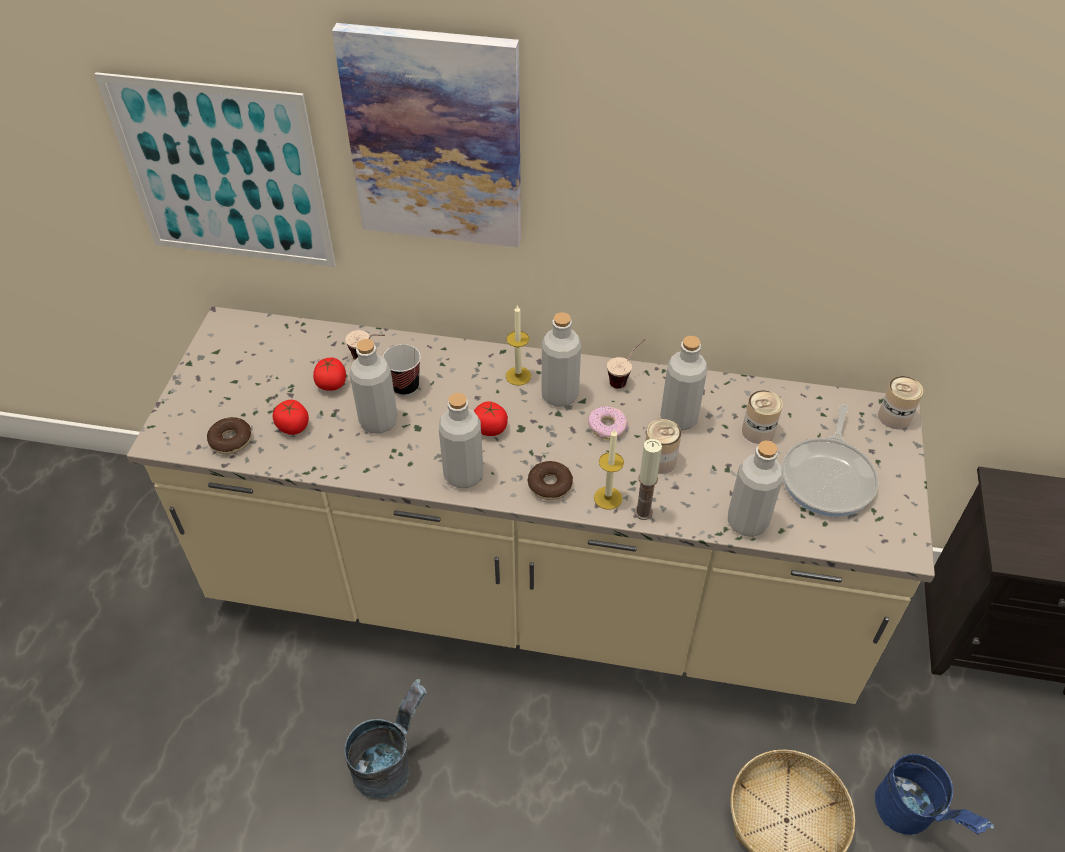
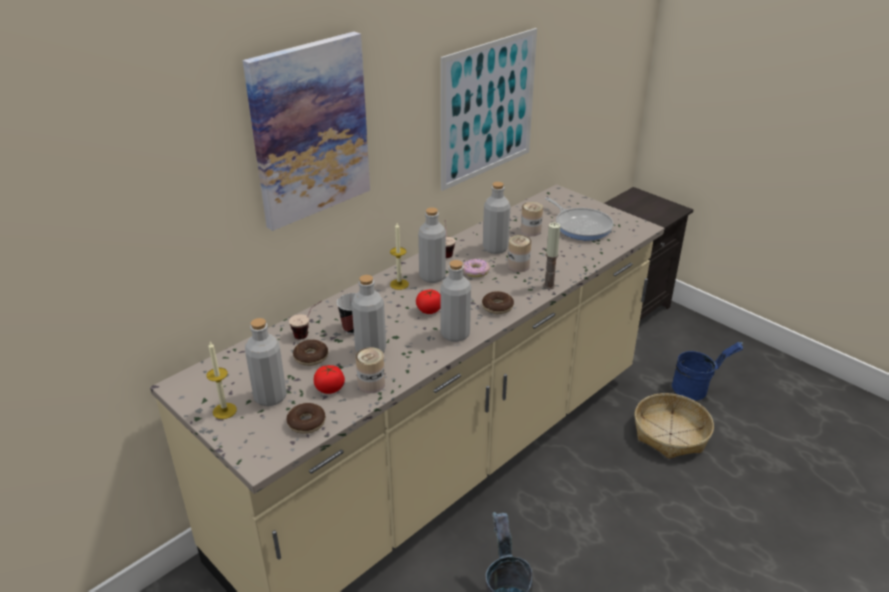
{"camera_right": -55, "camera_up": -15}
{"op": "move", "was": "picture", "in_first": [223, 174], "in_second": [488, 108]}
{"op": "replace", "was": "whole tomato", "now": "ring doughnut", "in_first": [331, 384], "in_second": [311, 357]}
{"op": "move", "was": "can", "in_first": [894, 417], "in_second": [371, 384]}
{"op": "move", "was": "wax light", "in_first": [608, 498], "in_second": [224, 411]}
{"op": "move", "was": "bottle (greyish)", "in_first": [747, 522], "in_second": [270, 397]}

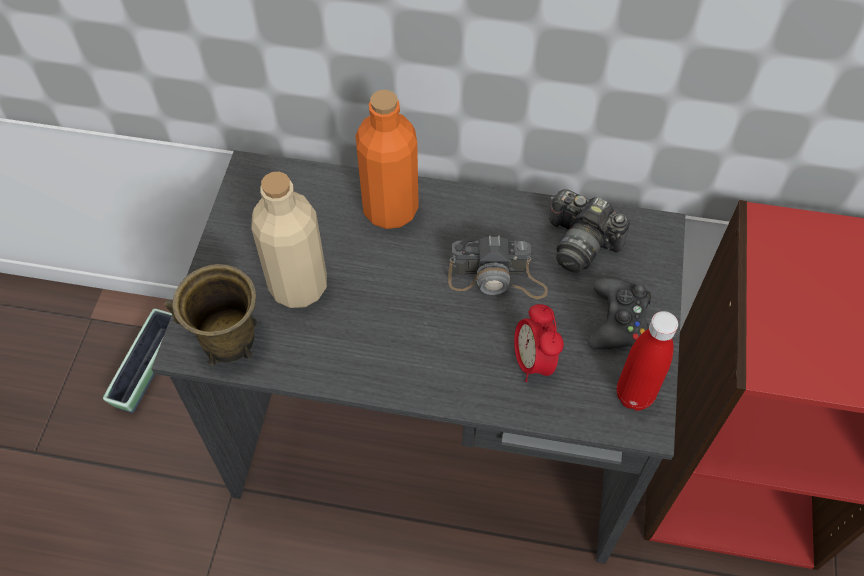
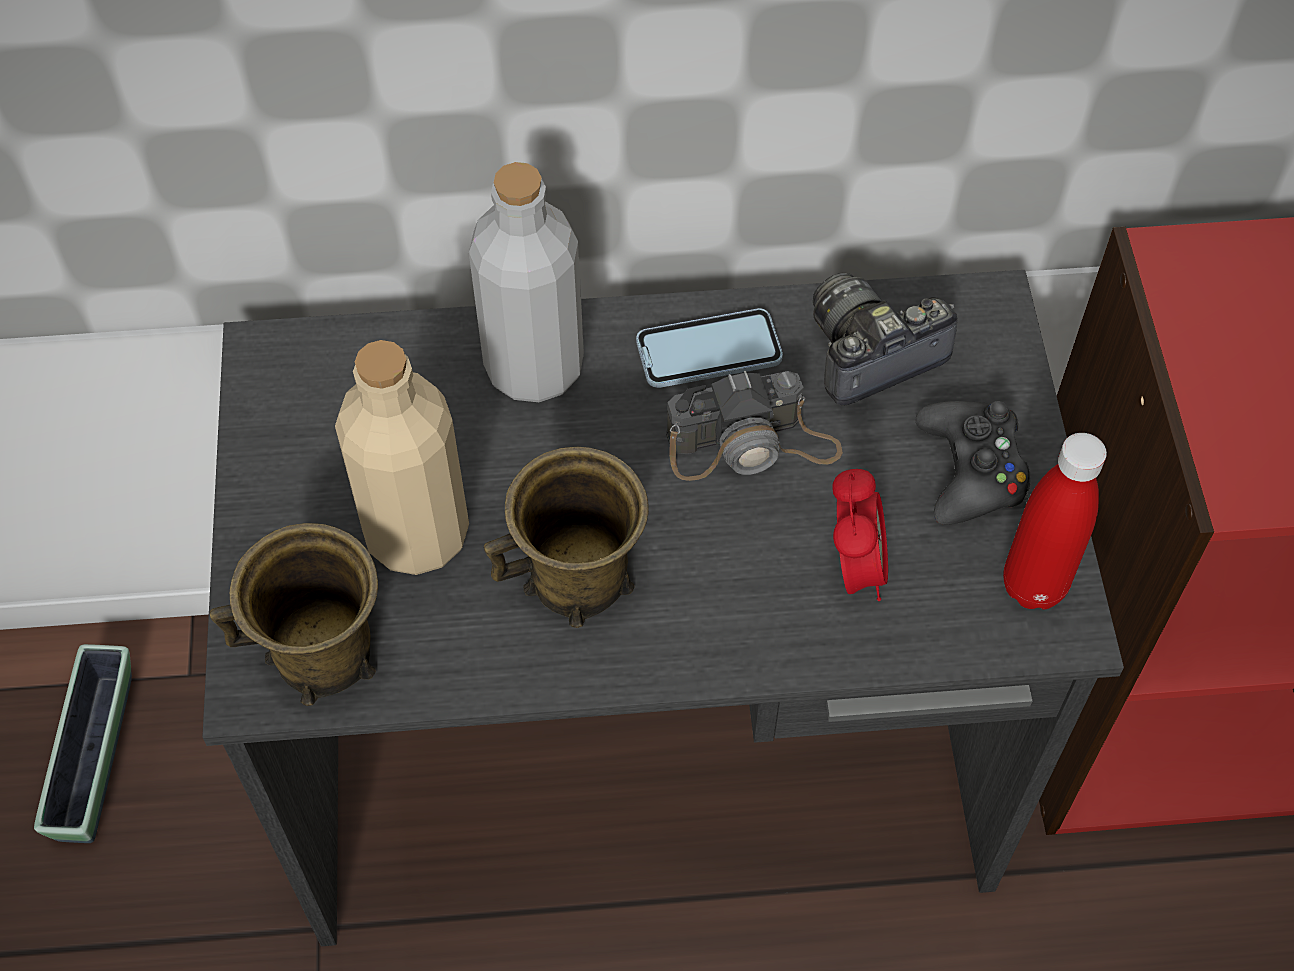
{"camera_right": -15, "camera_up": 0}
{"op": "recolor", "was": "bottle (orange-coloured)", "now": "bottle (greyish)", "in_first": [390, 209], "in_second": [534, 367]}
{"op": "rotate", "was": "still camera", "in_first": [581, 243], "in_second": [871, 354], "clockwise": 135}
{"op": "rotate", "was": "alarm clock", "in_first": [533, 361], "in_second": [854, 569], "clockwise": -150}
{"op": "insert", "now": "phone", "in_second": [709, 351]}
{"op": "insert", "now": "tea mug (brown)", "in_second": [579, 580]}

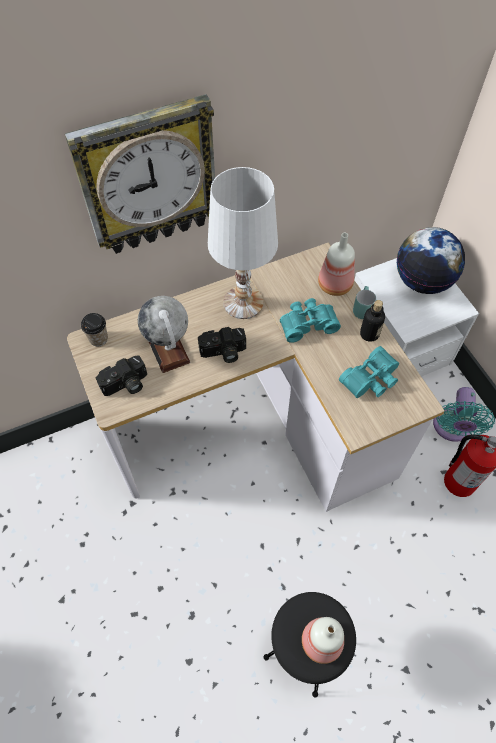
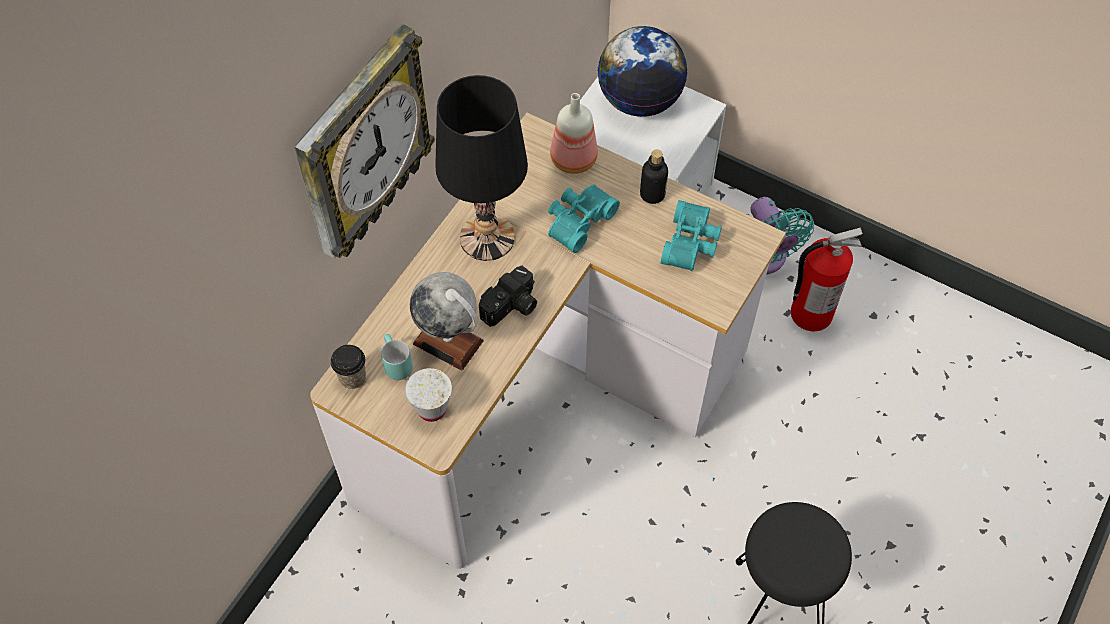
{"camera_right": -35, "camera_up": 0}
{"op": "recolor", "was": "table lamp (white)", "now": "table lamp (blackish)", "in_first": [242, 302], "in_second": [486, 238]}
{"op": "move", "was": "tea mug (blue-green)", "in_first": [361, 308], "in_second": [394, 364]}
{"op": "replace", "was": "still camera", "now": "small cup (white)", "in_first": [126, 385], "in_second": [432, 409]}
{"op": "delete", "was": "bottle", "in_first": [321, 640]}

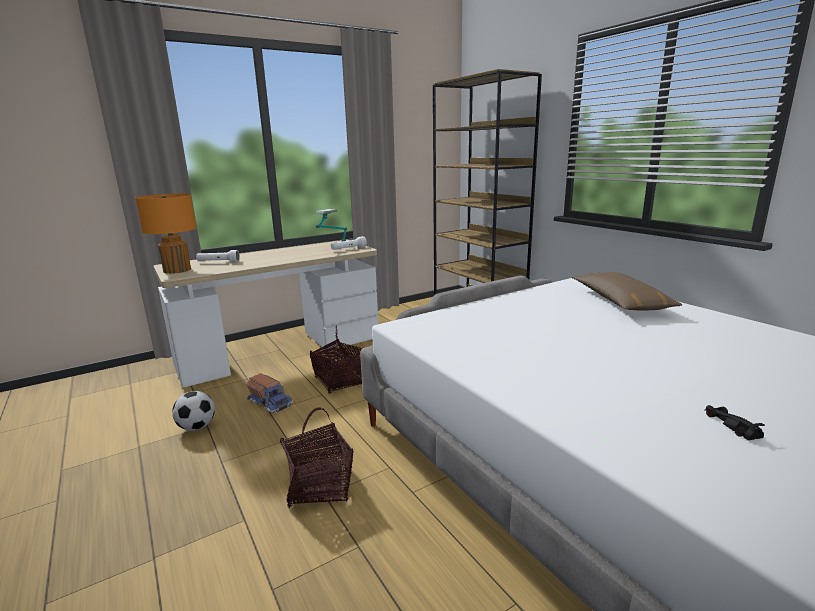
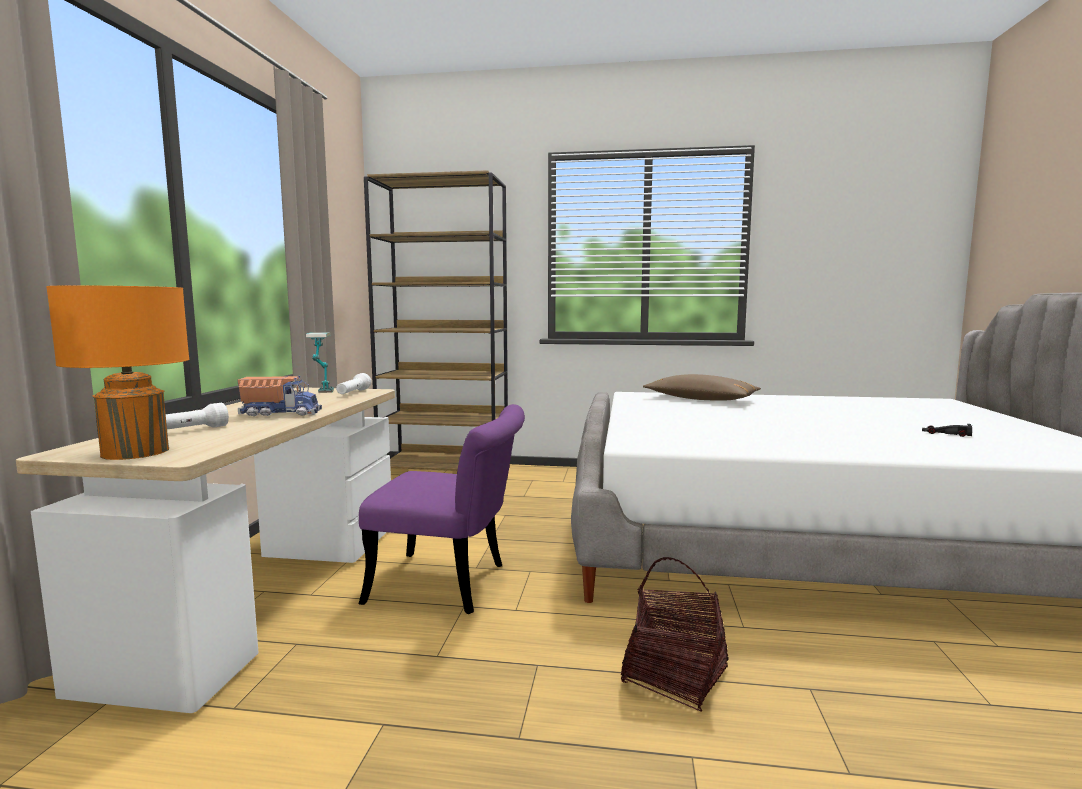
{"camera_right": -50, "camera_up": -10}
{"op": "replace", "was": "household basket", "now": "upright chair (purplish)", "in_first": [340, 381], "in_second": [452, 584]}
{"op": "move", "was": "toy truck", "in_first": [270, 402], "in_second": [280, 414]}
{"op": "delete", "was": "football", "in_first": [197, 427]}

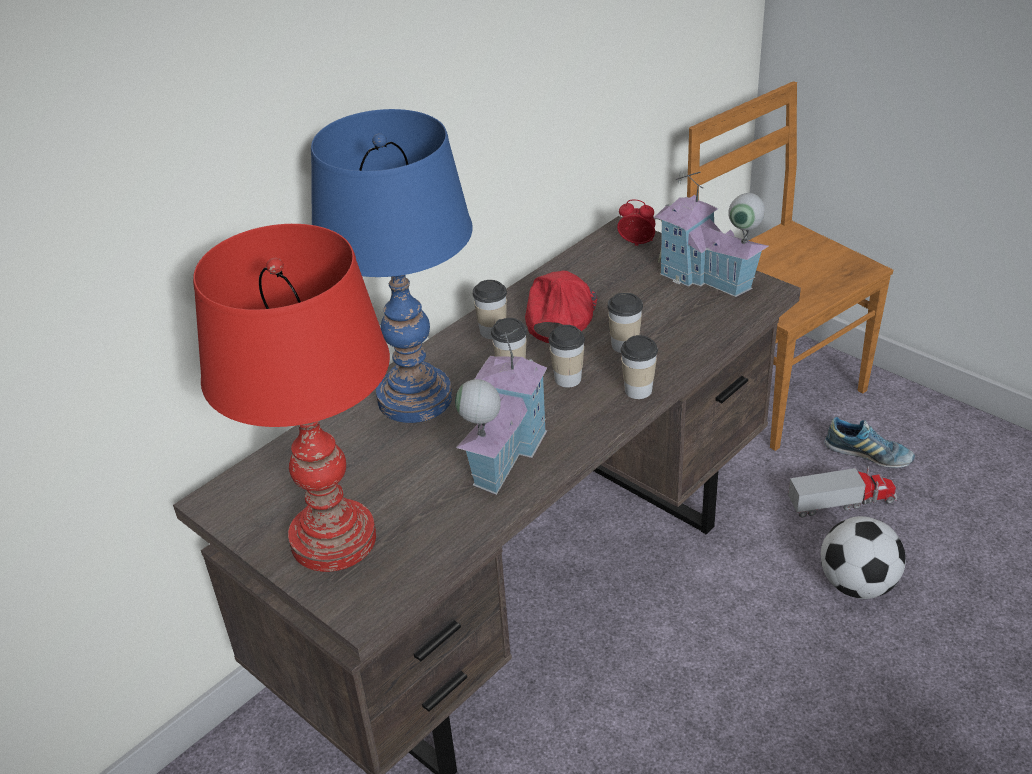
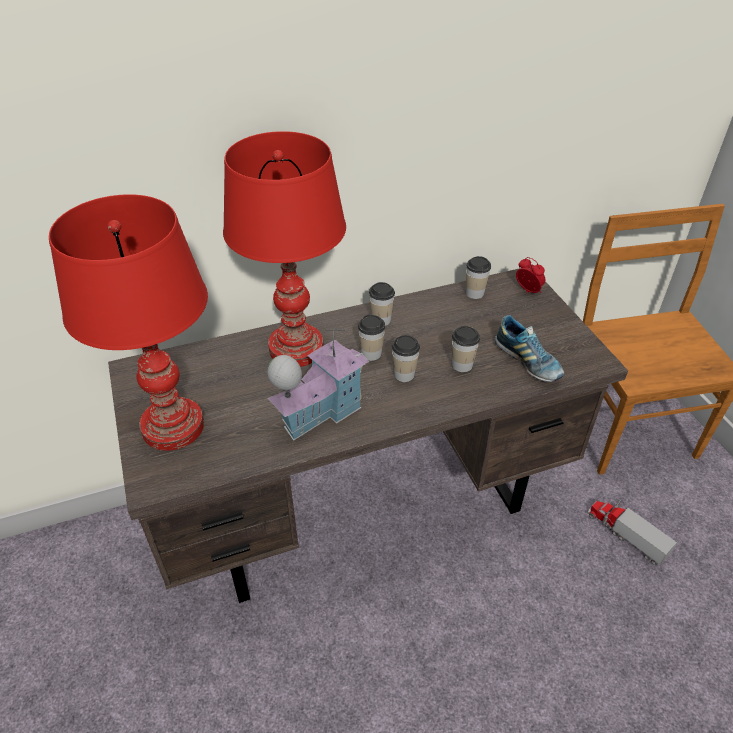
{"camera_right": 25, "camera_up": 5}
{"op": "recolor", "was": "table lamp (blue-coloured)", "now": "table lamp (red)", "in_first": [414, 398], "in_second": [296, 348]}
{"op": "delete", "was": "miniature house", "in_first": [705, 277]}
{"op": "delete", "was": "baseball cap (red)", "in_first": [560, 314]}
{"op": "move", "was": "small cup", "in_first": [638, 390], "in_second": [475, 293]}
{"op": "move", "was": "low shoe", "in_first": [868, 455], "in_second": [527, 361]}
{"op": "rotate", "was": "toy truck", "in_first": [842, 502], "in_second": [625, 535], "clockwise": -150}
{"op": "delete", "was": "football", "in_first": [857, 584]}

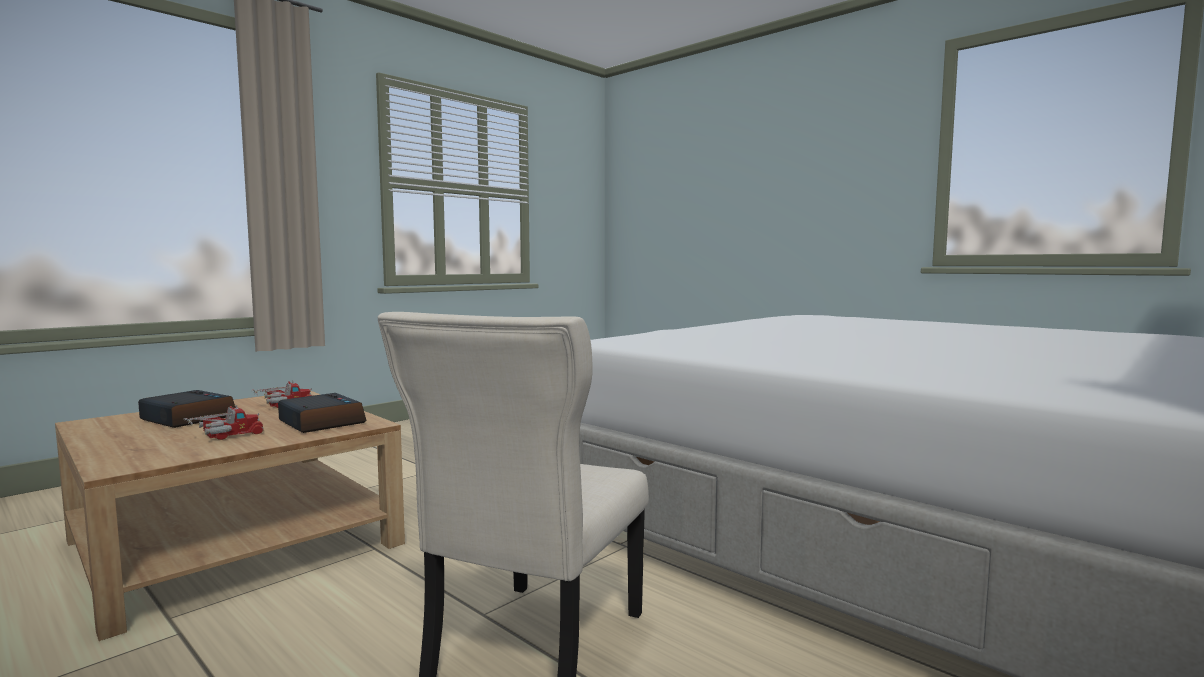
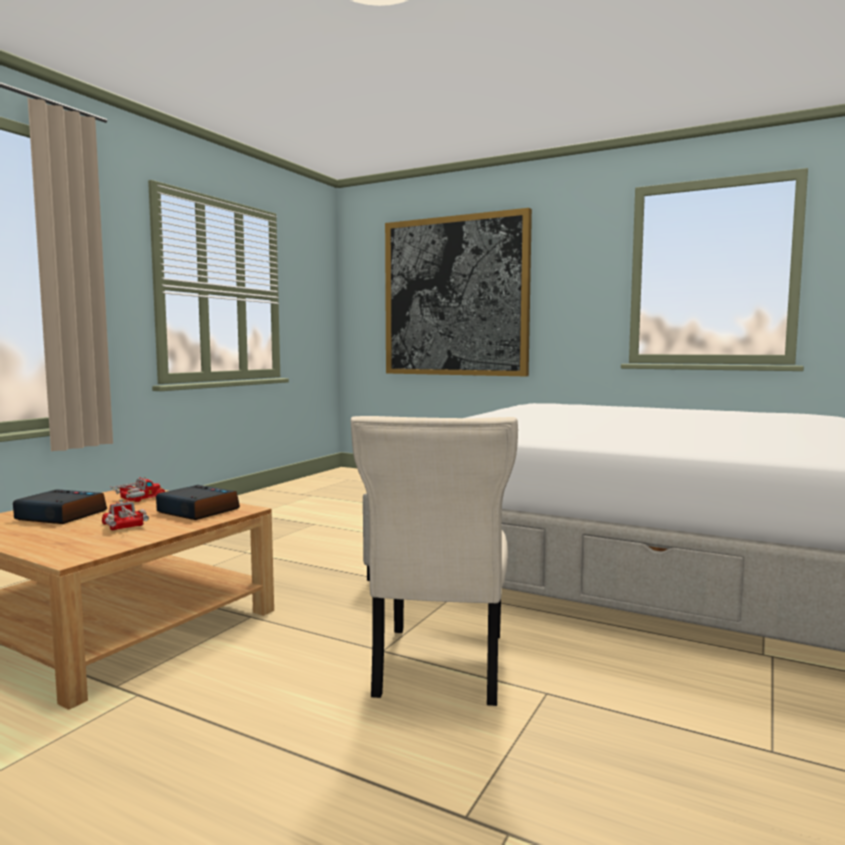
{"camera_right": -15, "camera_up": 0}
{"op": "rotate", "was": "toy truck", "in_first": [224, 435], "in_second": [125, 527], "clockwise": -75}
{"op": "insert", "now": "picture", "in_second": [455, 297]}

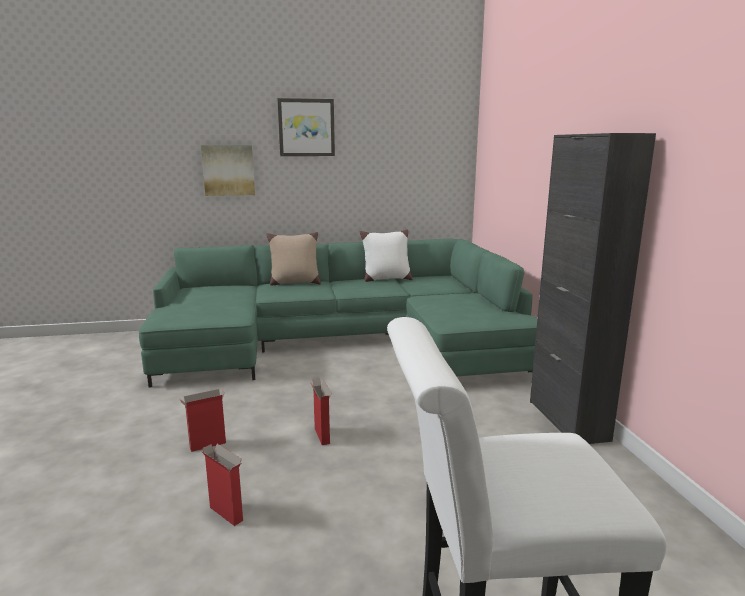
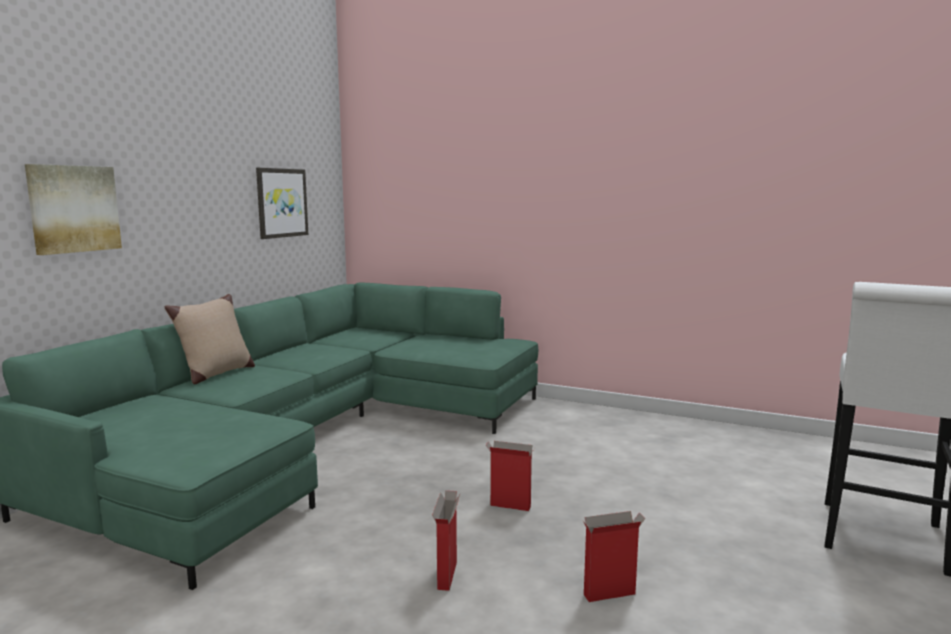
{"camera_right": -55, "camera_up": -5}
{"op": "move", "was": "picture", "in_first": [306, 127], "in_second": [281, 203]}
{"op": "delete", "was": "cabinet (blackish)", "in_first": [568, 420]}
{"op": "delete", "was": "cushion (white)", "in_first": [386, 279]}

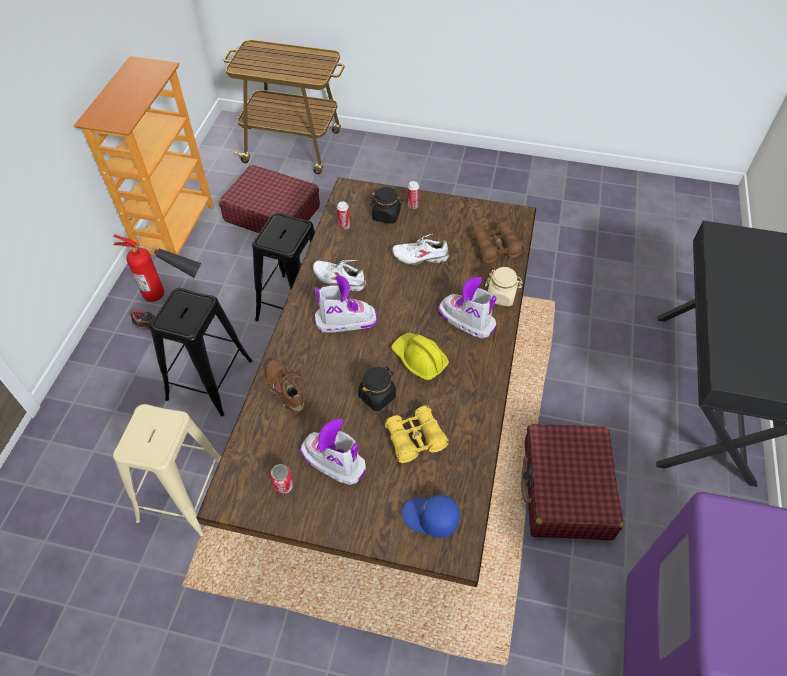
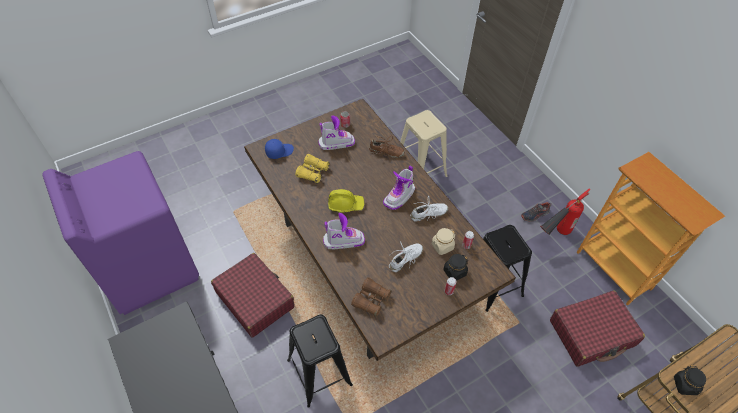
{"camera_right": 135, "camera_up": 0}
{"op": "move", "was": "preserve jar (beige-coloured)", "in_first": [501, 296], "in_second": [442, 246]}
{"op": "move", "was": "stool seat (blackish)", "in_first": [209, 379], "in_second": [319, 372]}
{"op": "move", "was": "preserve jar (blackish)", "in_first": [377, 396], "in_second": [685, 385]}

